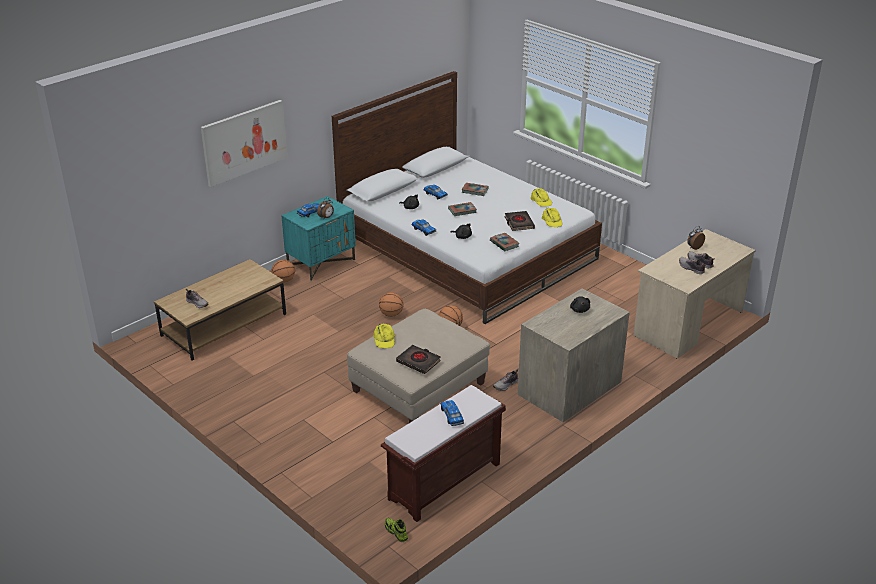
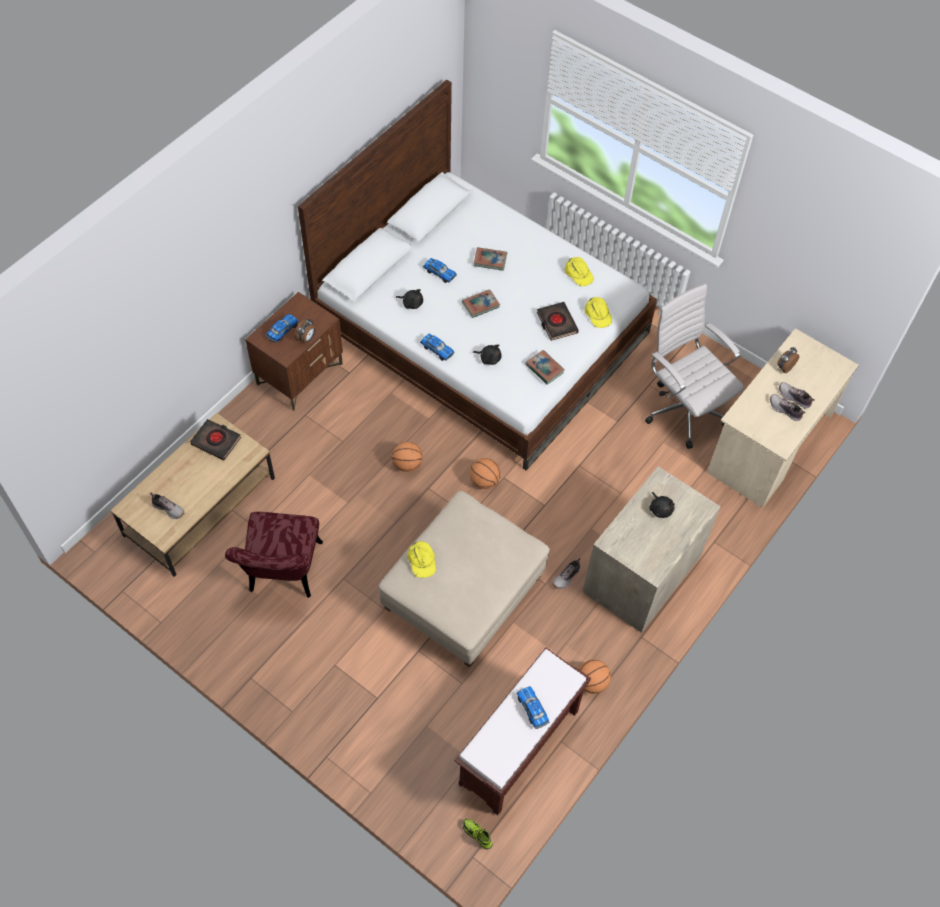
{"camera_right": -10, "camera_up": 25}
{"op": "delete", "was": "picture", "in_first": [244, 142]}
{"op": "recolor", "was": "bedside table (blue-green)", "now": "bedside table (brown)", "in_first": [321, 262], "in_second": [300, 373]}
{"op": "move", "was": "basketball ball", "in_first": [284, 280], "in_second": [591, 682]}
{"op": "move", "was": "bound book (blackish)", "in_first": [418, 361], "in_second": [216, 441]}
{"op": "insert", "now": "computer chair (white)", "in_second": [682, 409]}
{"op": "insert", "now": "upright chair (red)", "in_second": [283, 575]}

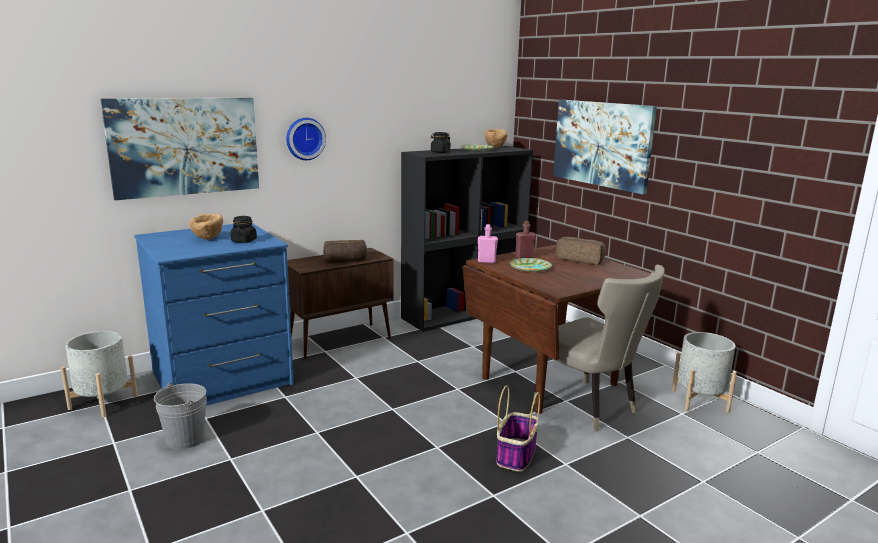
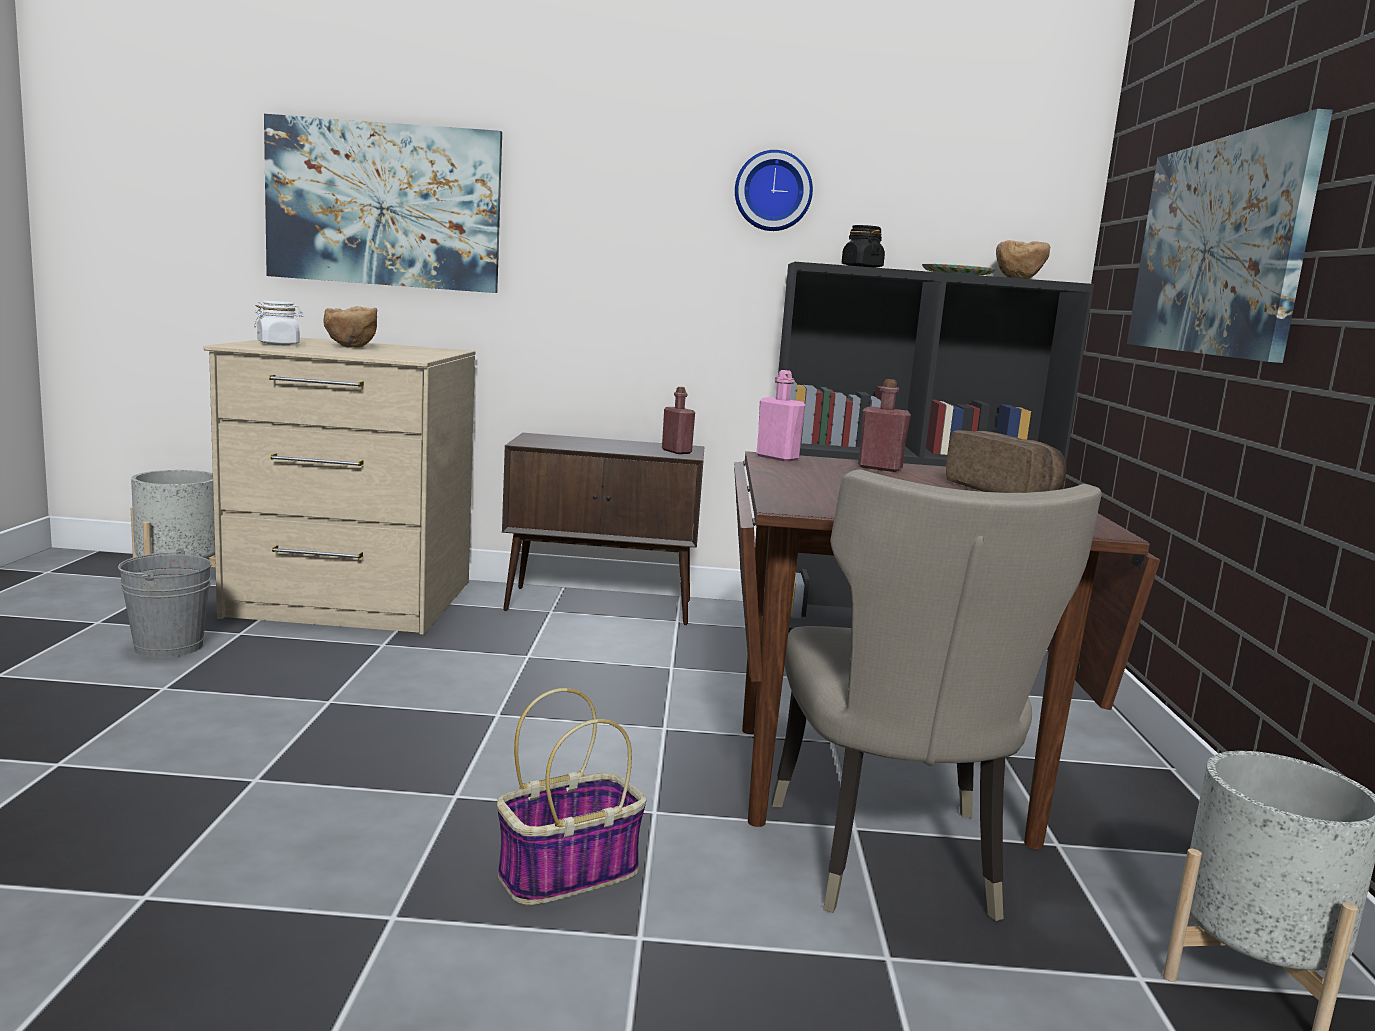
{"camera_right": 35, "camera_up": -5}
{"op": "move", "was": "hanging clock", "in_first": [304, 138], "in_second": [773, 191]}
{"op": "delete", "was": "preserve jar (blackish)", "in_first": [244, 241]}
{"op": "recolor", "was": "chest of drawers (blue-coloured)", "now": "chest of drawers (beige-coloured)", "in_first": [222, 379], "in_second": [351, 600]}
{"op": "delete", "was": "bread", "in_first": [345, 261]}
{"op": "delete", "was": "plate", "in_first": [530, 268]}
{"op": "insert", "now": "preserve jar (white)", "in_second": [278, 344]}
{"op": "insert", "now": "bottle (red)", "in_second": [676, 451]}

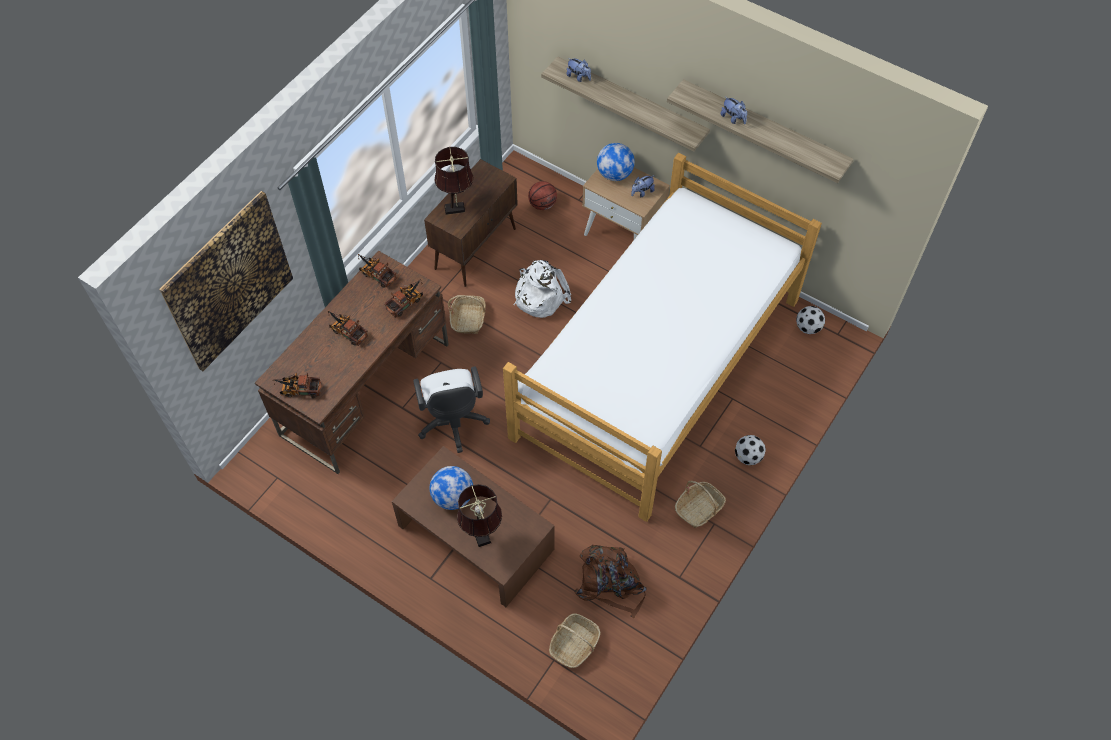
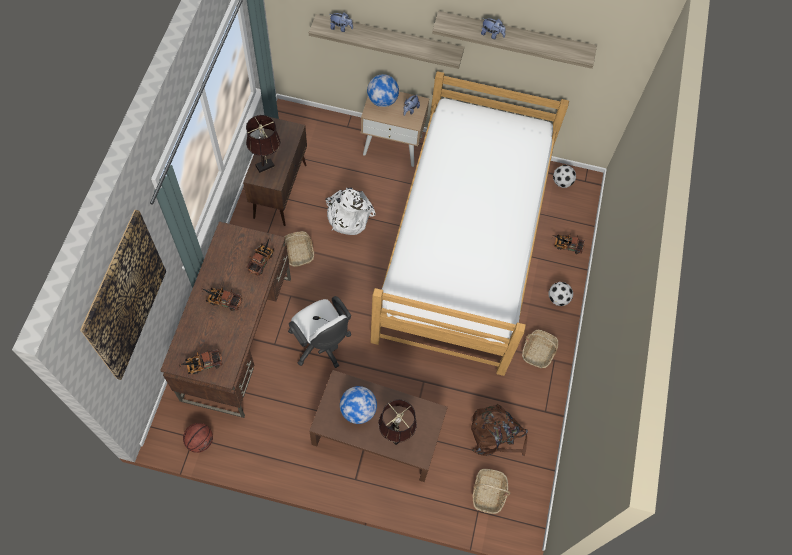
{"camera_right": -25, "camera_up": 5}
{"op": "move", "was": "basketball ball", "in_first": [542, 204], "in_second": [200, 441]}
{"op": "move", "was": "toy truck", "in_first": [376, 274], "in_second": [566, 245]}

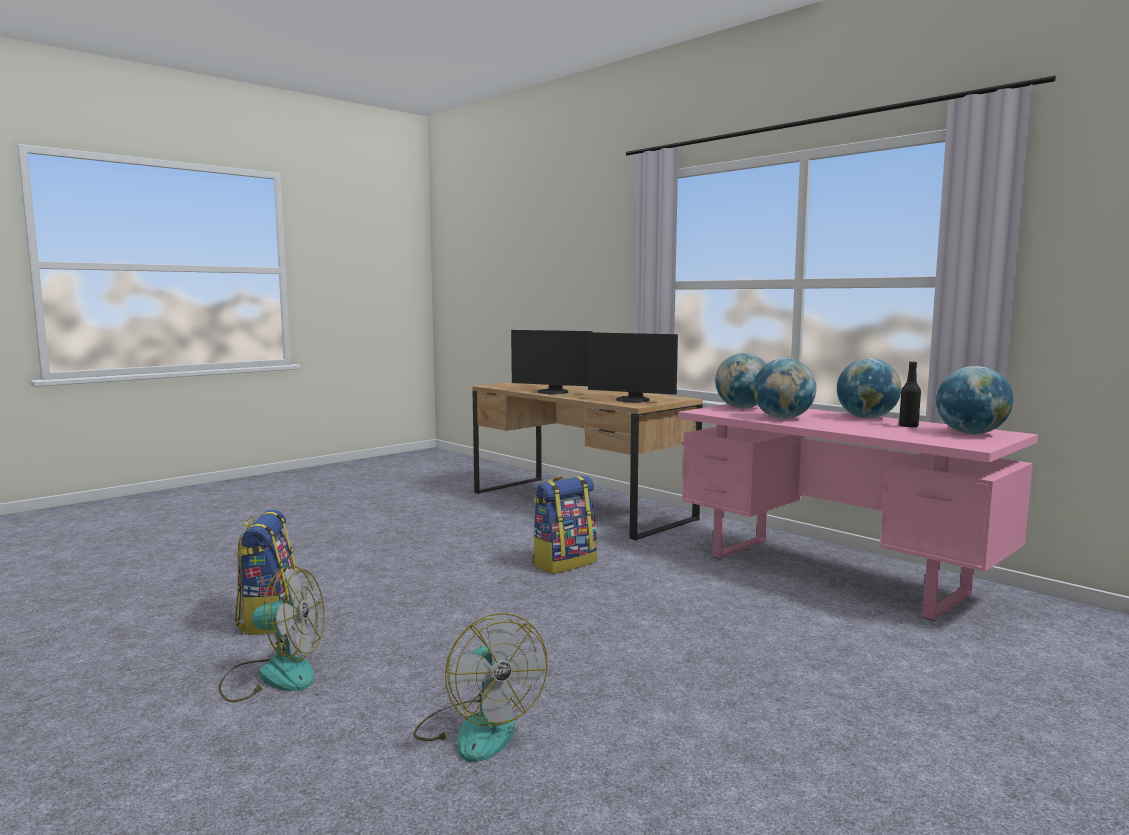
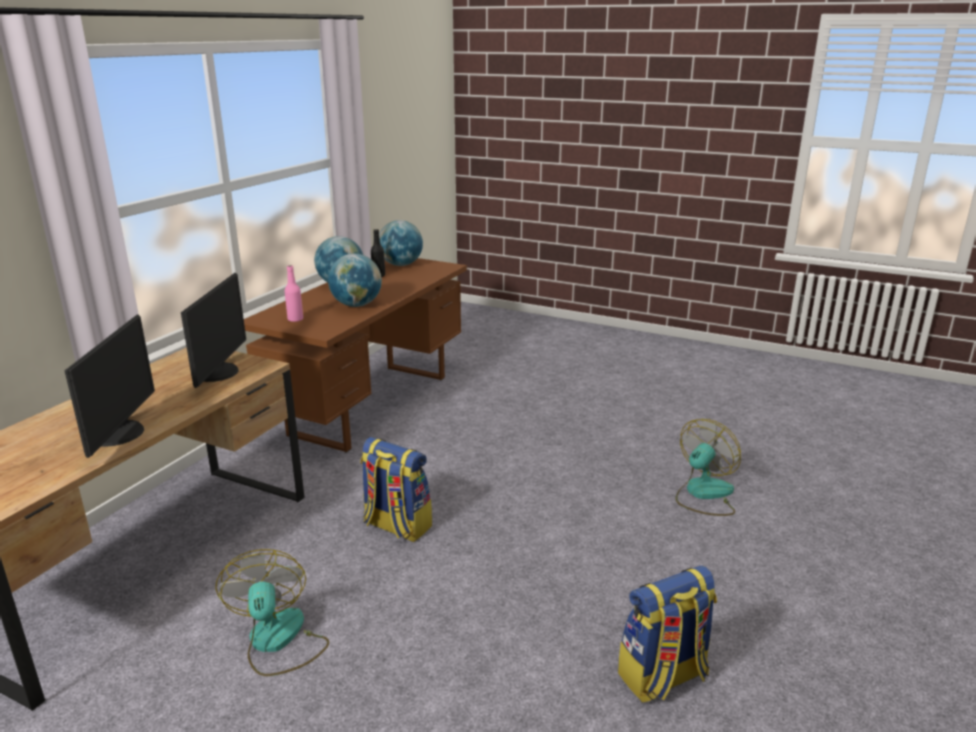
{"camera_right": -110, "camera_up": 15}
{"op": "replace", "was": "globe", "now": "bottle (pink-coloured)", "in_first": [742, 408], "in_second": [295, 319]}
{"op": "recolor", "was": "desk table (pink-coloured)", "now": "desk table (brown)", "in_first": [835, 574], "in_second": [371, 404]}
{"op": "move", "was": "electric fan", "in_first": [273, 675], "in_second": [278, 642]}

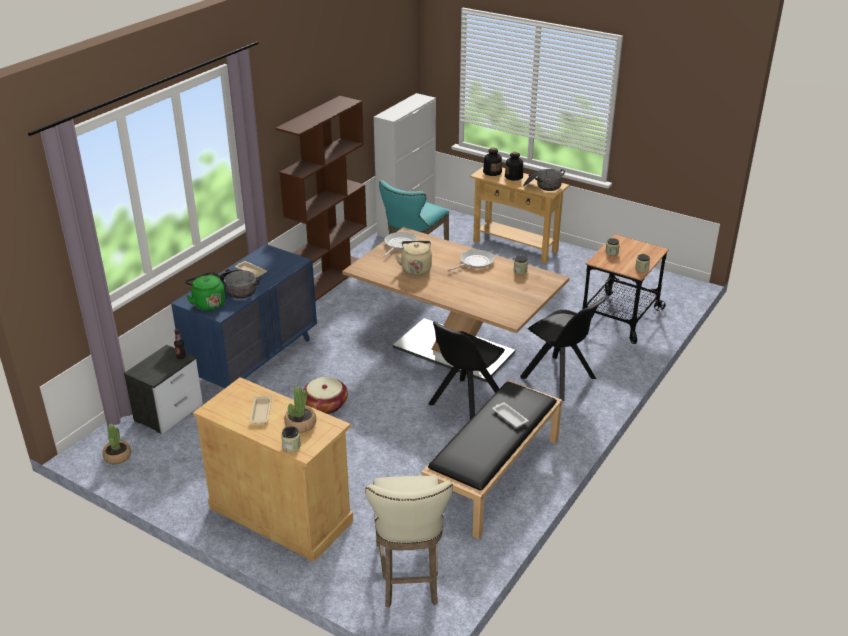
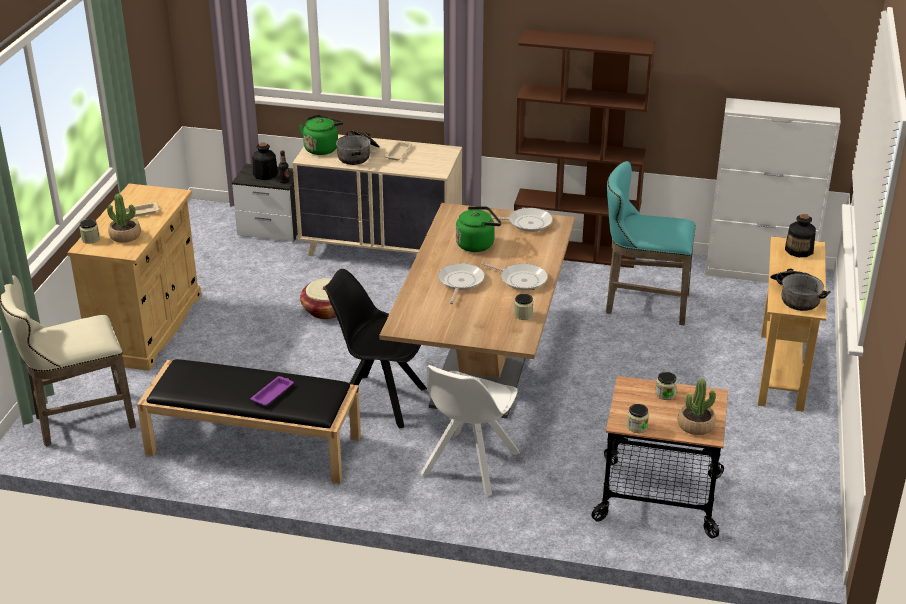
{"camera_right": 70, "camera_up": 0}
{"op": "move", "was": "bottle", "in_first": [514, 177], "in_second": [265, 174]}
{"op": "recolor", "was": "kettle (beige-coloured)", "now": "kettle (green-coloured)", "in_first": [416, 268], "in_second": [477, 244]}
{"op": "recolor", "was": "chest of drawers (blue-coloured)", "now": "chest of drawers (beige-coloured)", "in_first": [254, 360], "in_second": [382, 249]}
{"op": "recolor", "was": "upright chair (blackish)", "now": "upright chair (white)", "in_first": [559, 379], "in_second": [469, 465]}
{"op": "recolor", "was": "serving tray (white)", "now": "serving tray (purplish)", "in_first": [509, 416], "in_second": [273, 393]}
{"op": "move", "was": "potted plant", "in_first": [117, 456], "in_second": [695, 425]}
{"op": "insert", "now": "frying pan", "in_second": [460, 282]}

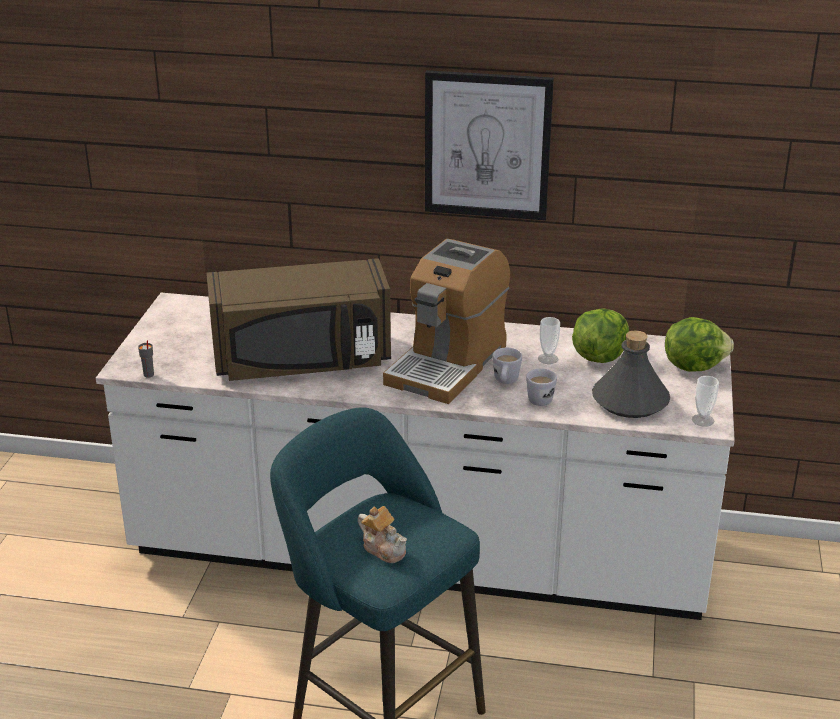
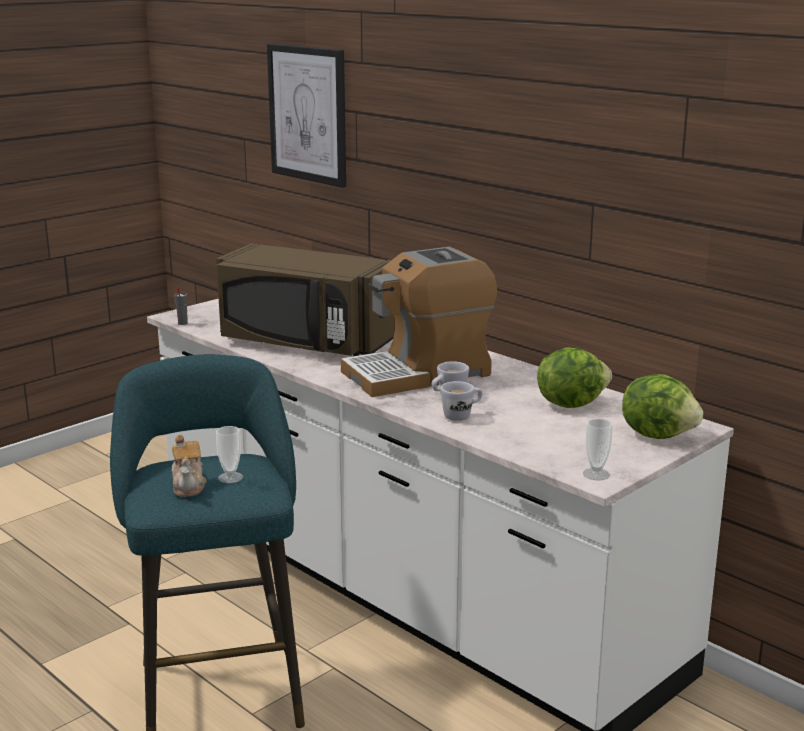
{"camera_right": 35, "camera_up": -10}
{"op": "move", "was": "picture", "in_first": [487, 145], "in_second": [308, 114]}
{"op": "move", "was": "small cup", "in_first": [548, 359], "in_second": [230, 477]}
{"op": "delete", "was": "bottle (greyish)", "in_first": [630, 401]}

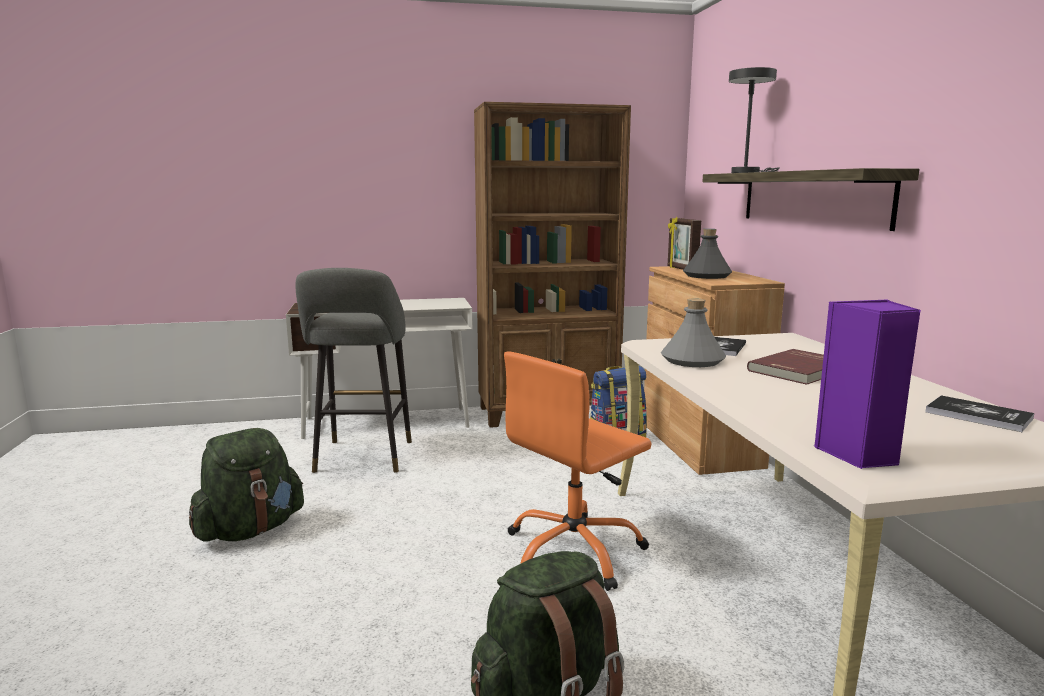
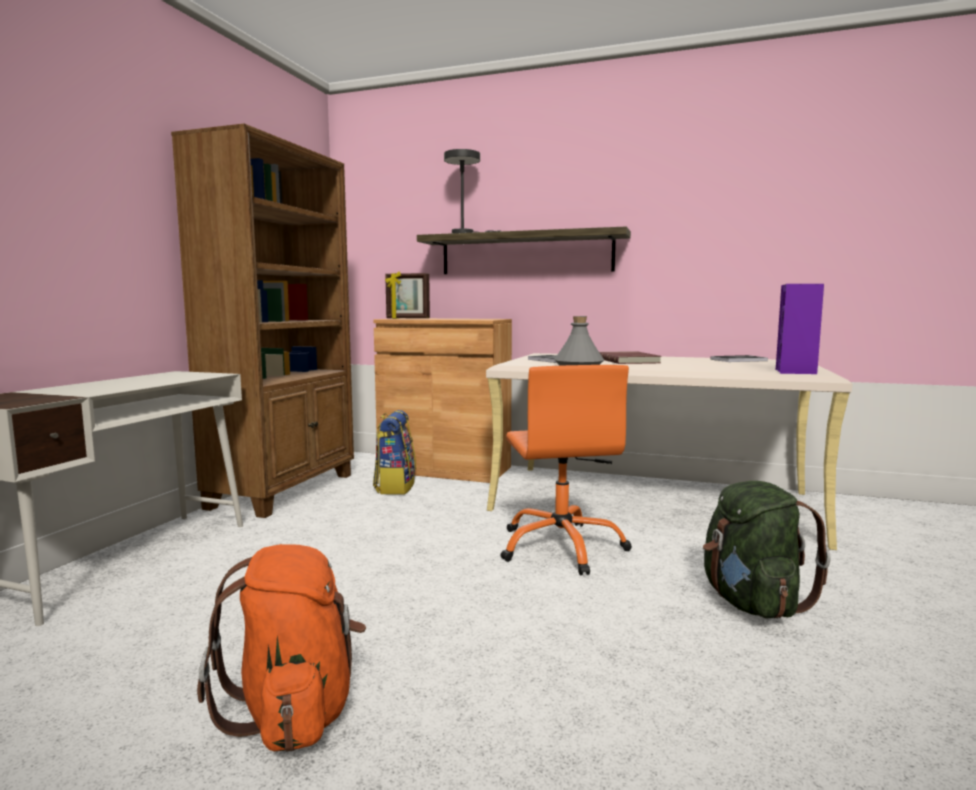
{"camera_right": -60, "camera_up": -5}
{"op": "delete", "was": "bottle (greyish)", "in_first": [707, 276]}
{"op": "delete", "was": "stool seat (greyish)", "in_first": [362, 459]}
{"op": "recolor", "was": "rucksack (green-coloured)", "now": "rucksack (orange-coloured)", "in_first": [250, 530], "in_second": [295, 711]}

